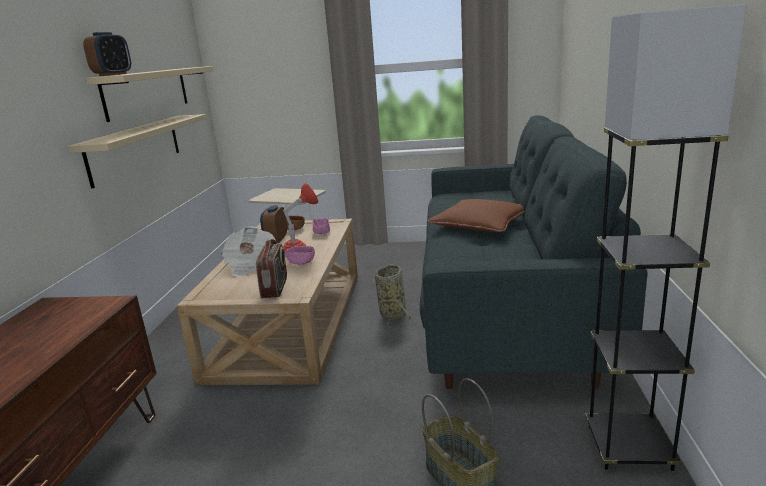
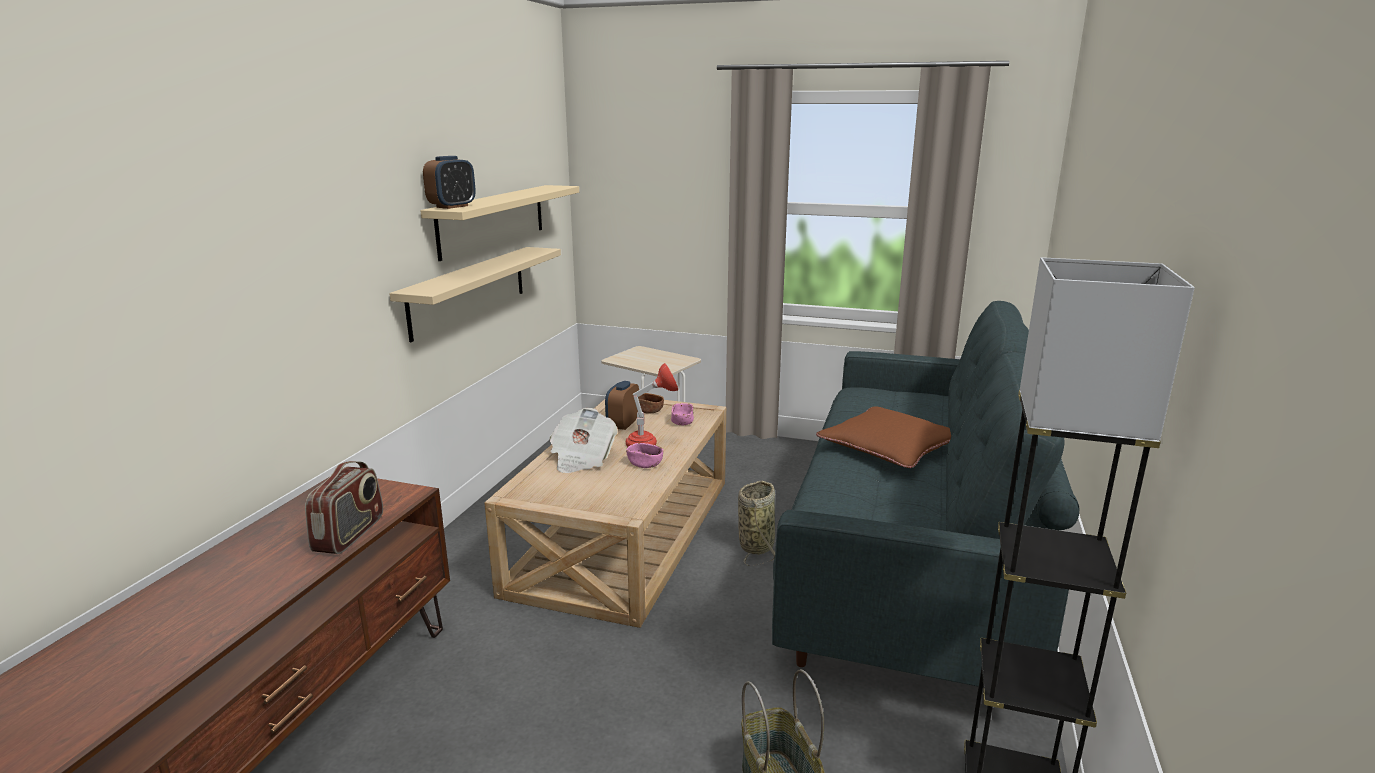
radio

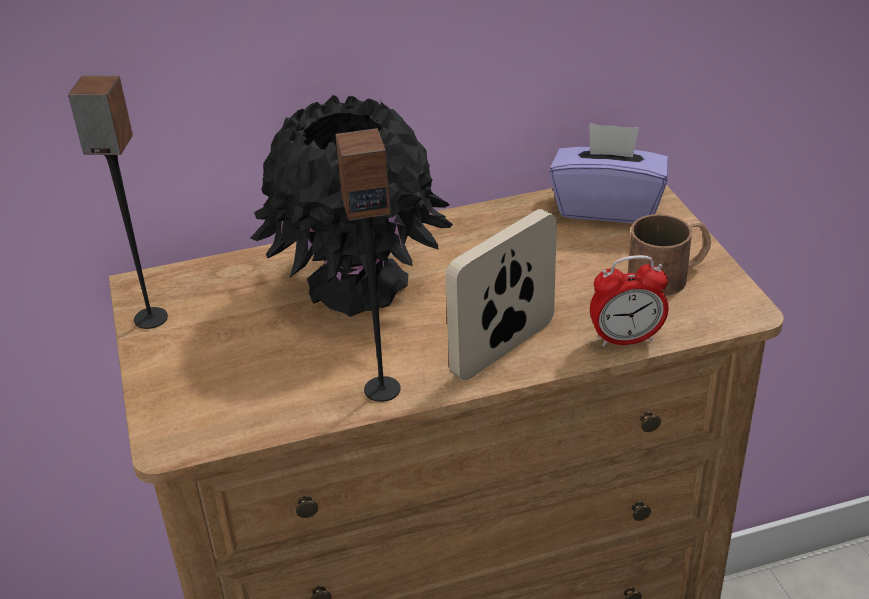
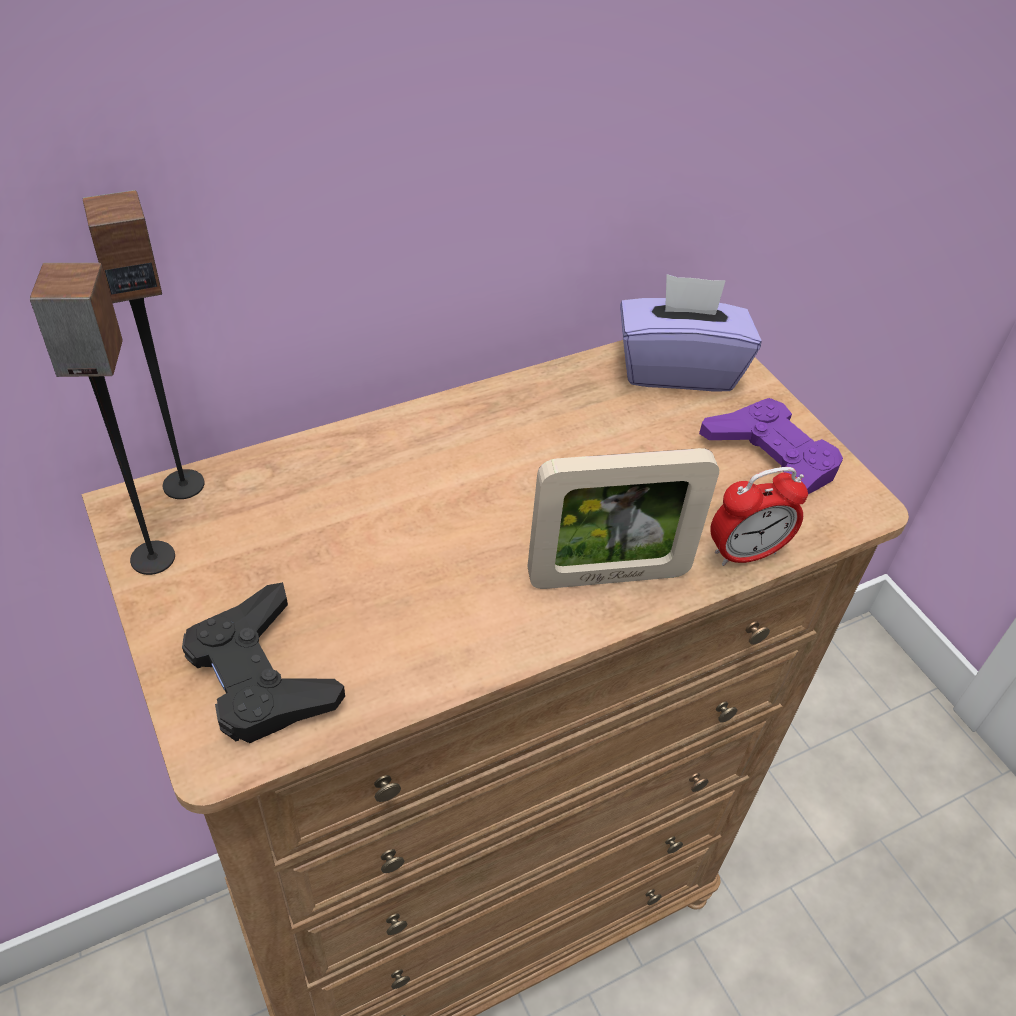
black vase; speaker (2nd from left); picture frame; purple game controller; black game controller

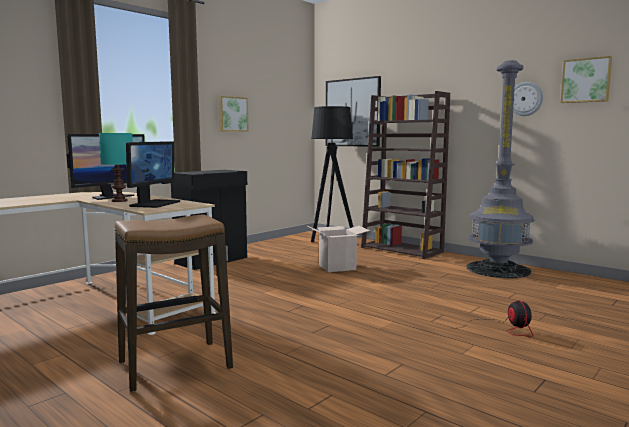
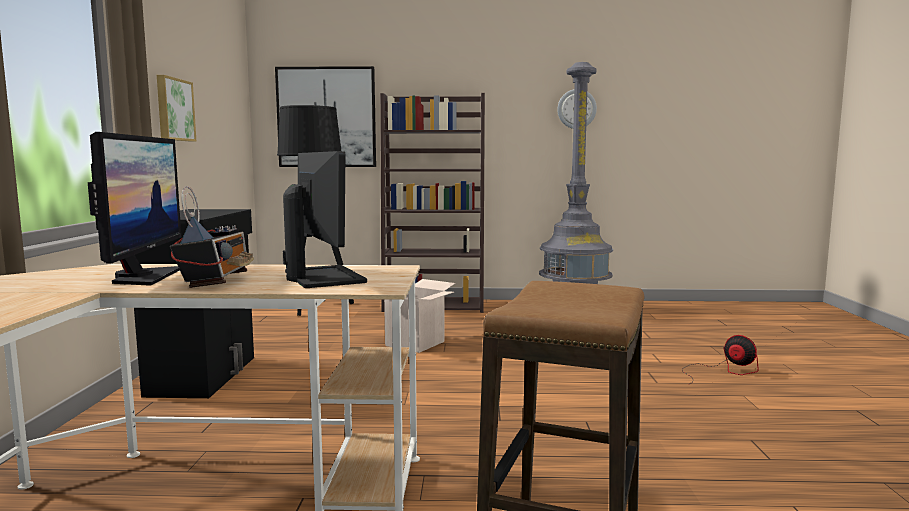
picture (3rd from left in the first image); radio

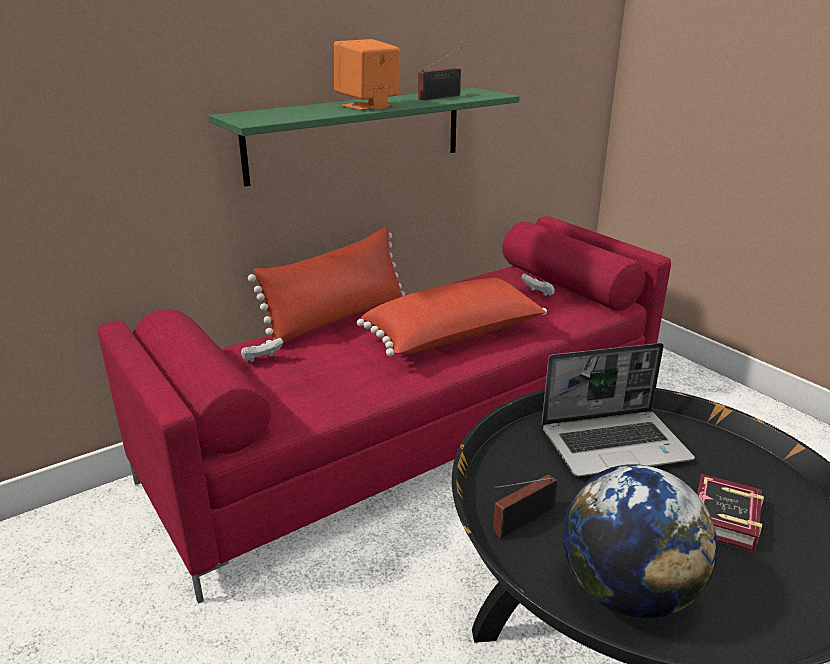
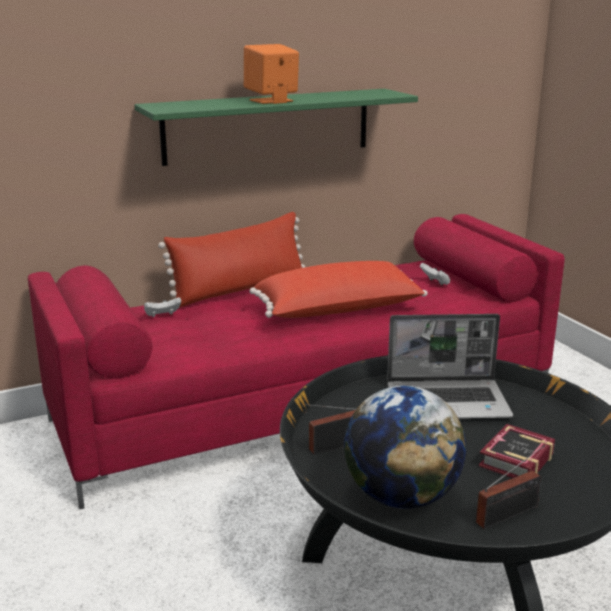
radio (2nd from left)

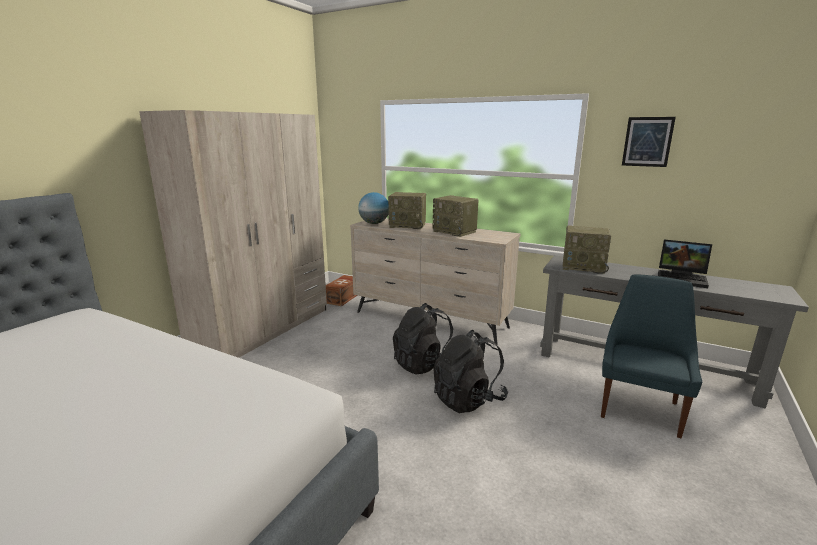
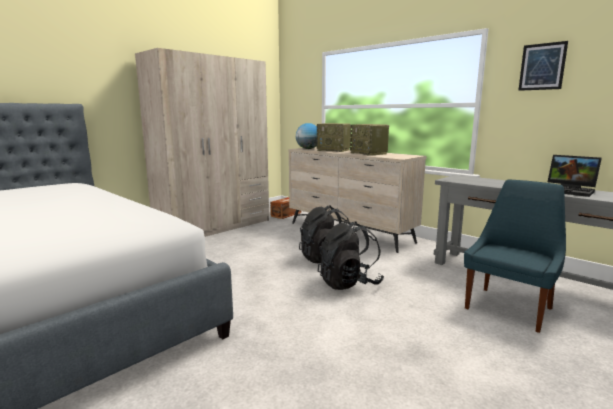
radio (3rd from left in the first image)

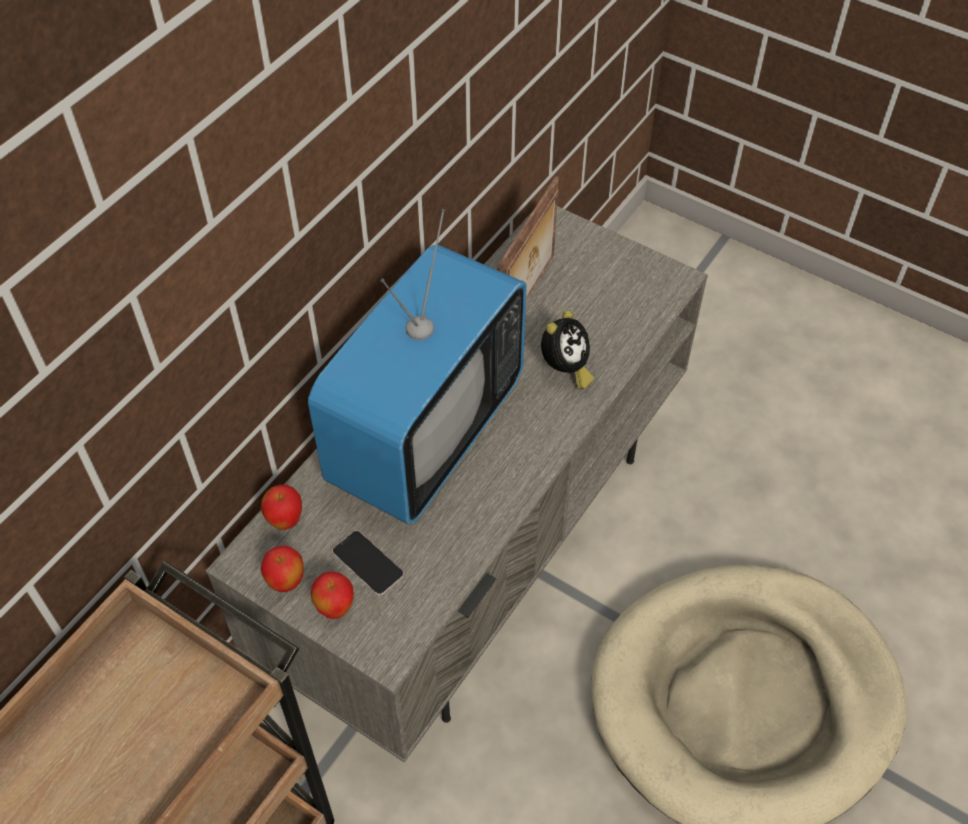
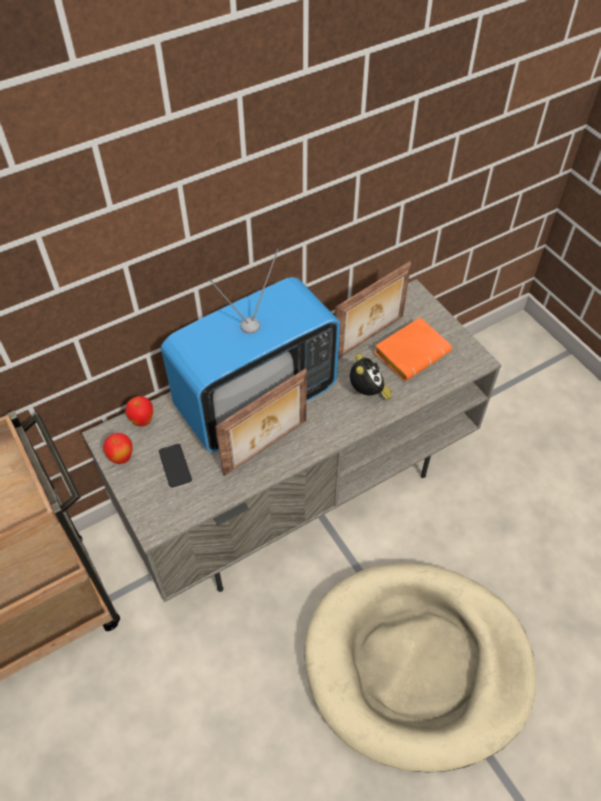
alarm clock; apple (3rd from left in the first image); orange book; picture frame (1st from left)

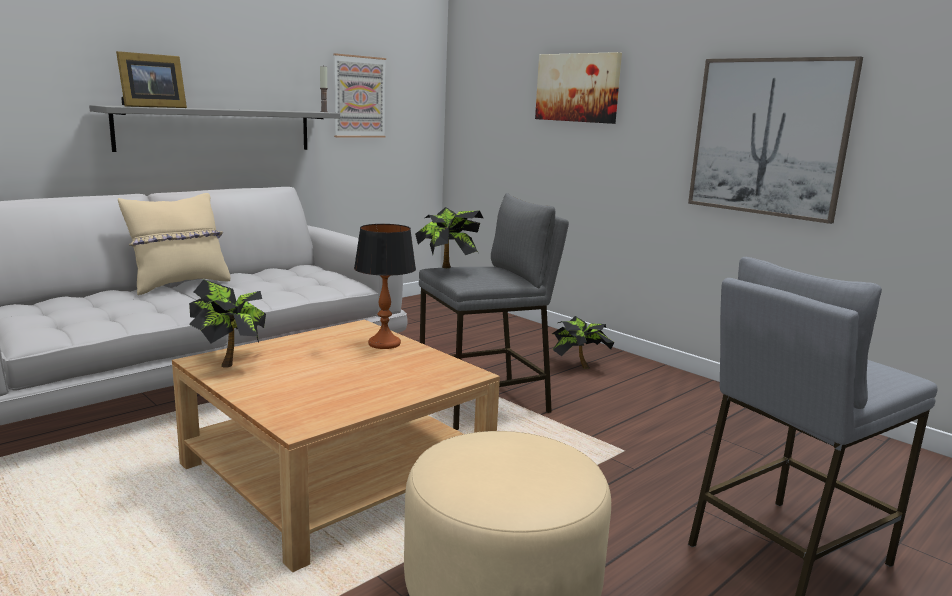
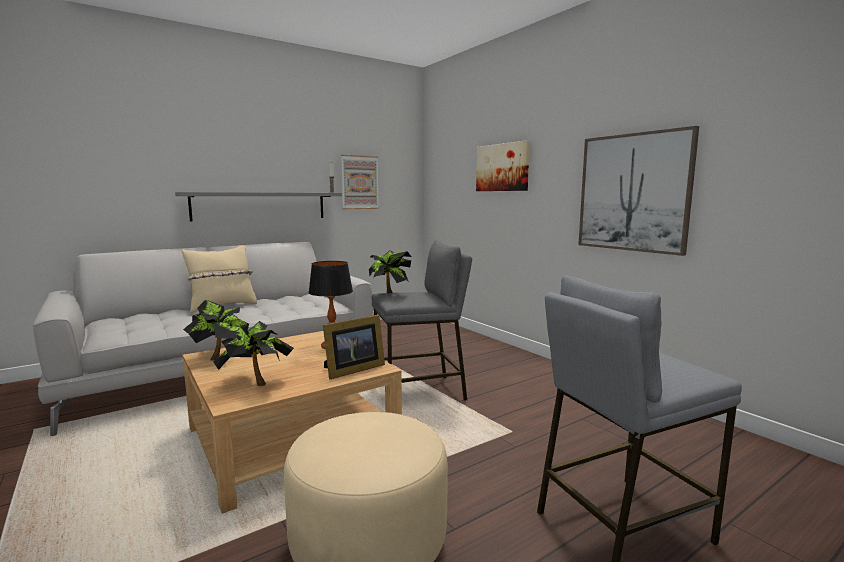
picture frame; potted plant (2nd from left)

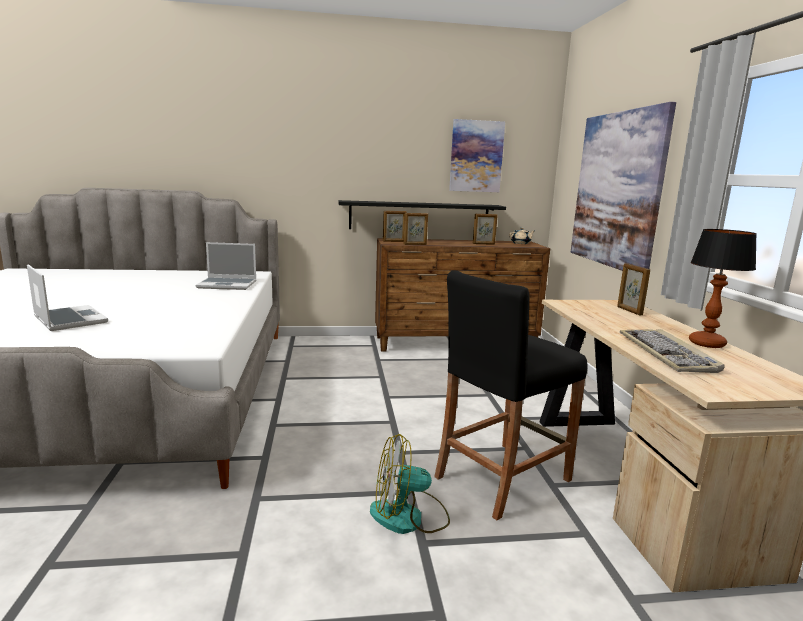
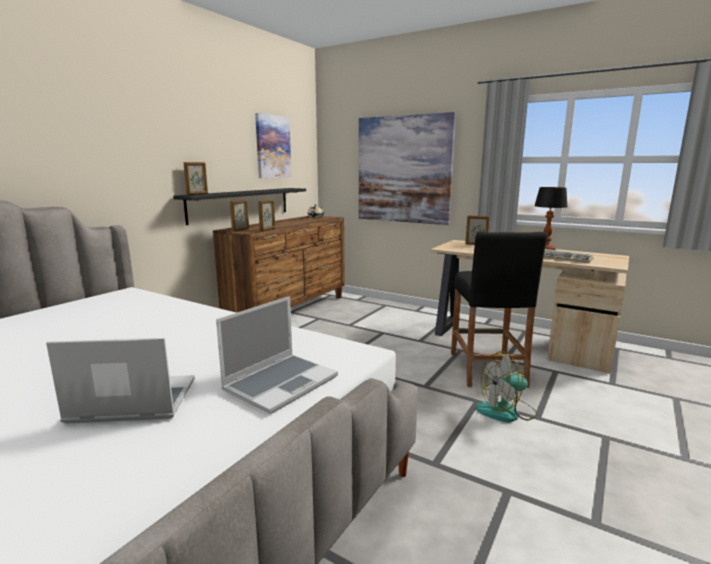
picture frame (1st from left); laptop (2nd from left); fan

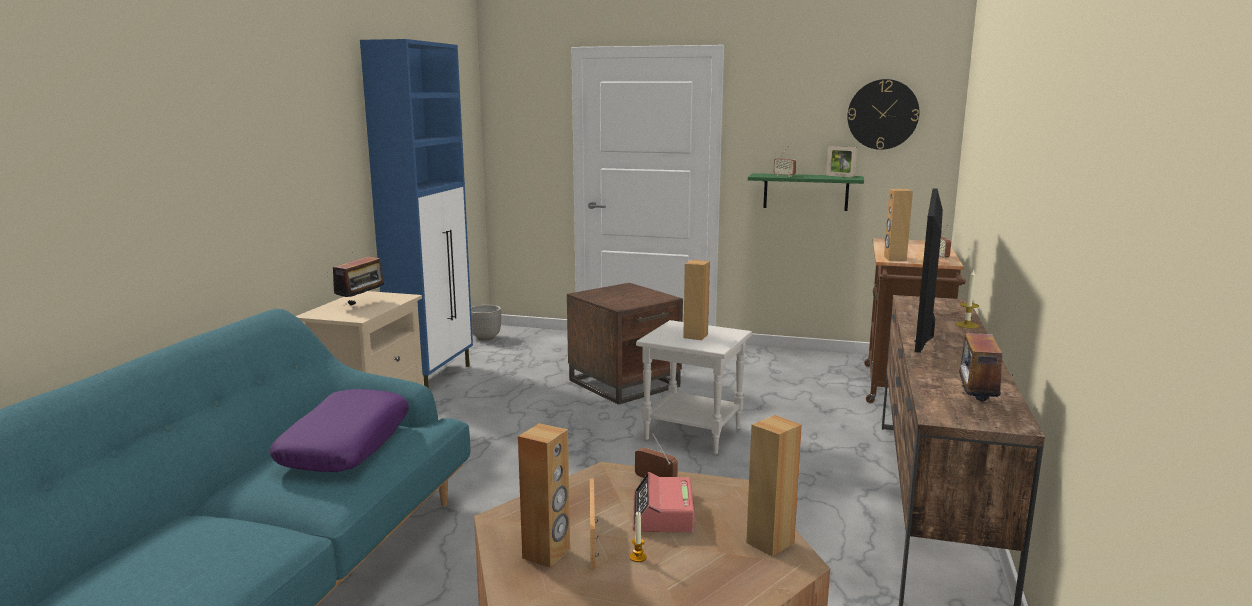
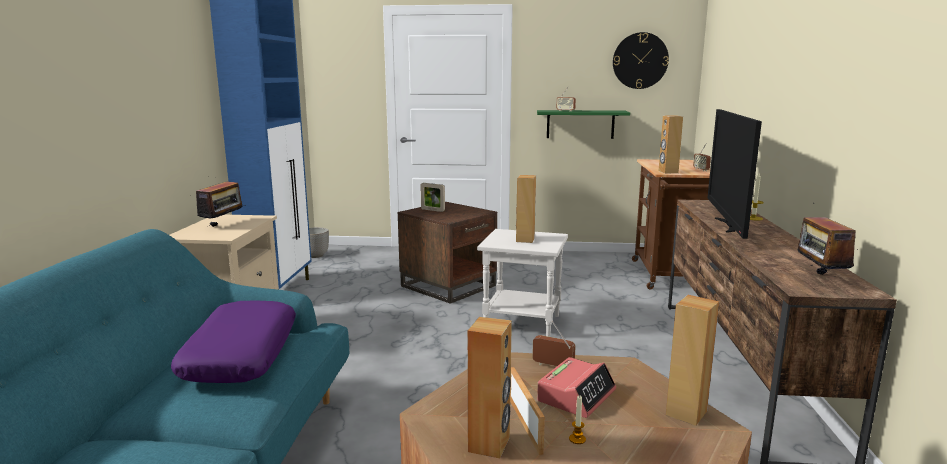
picture frame (1st from left); alarm clock

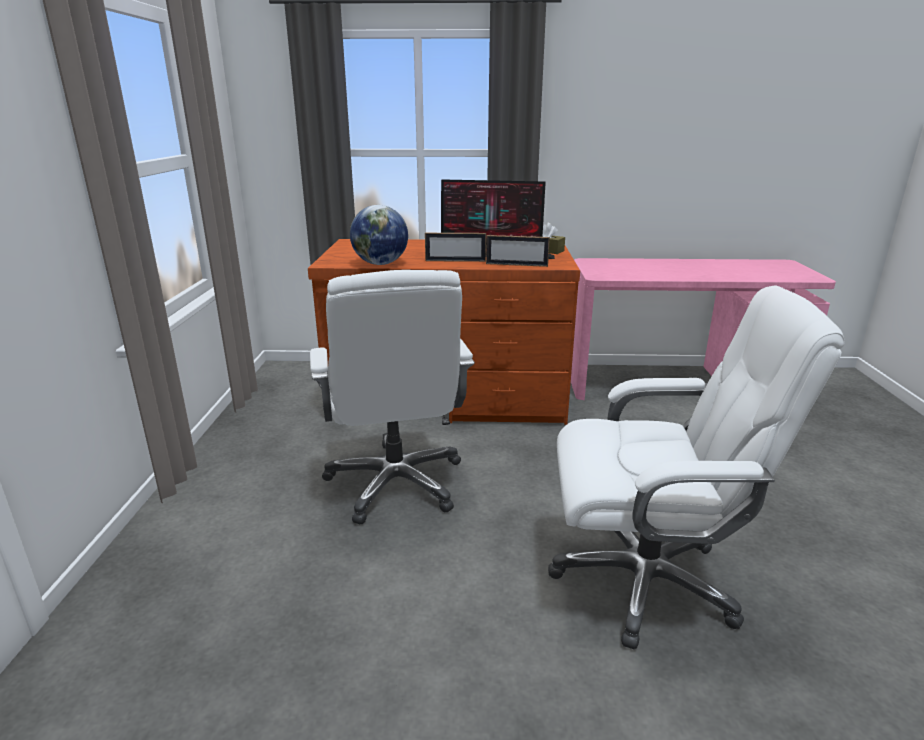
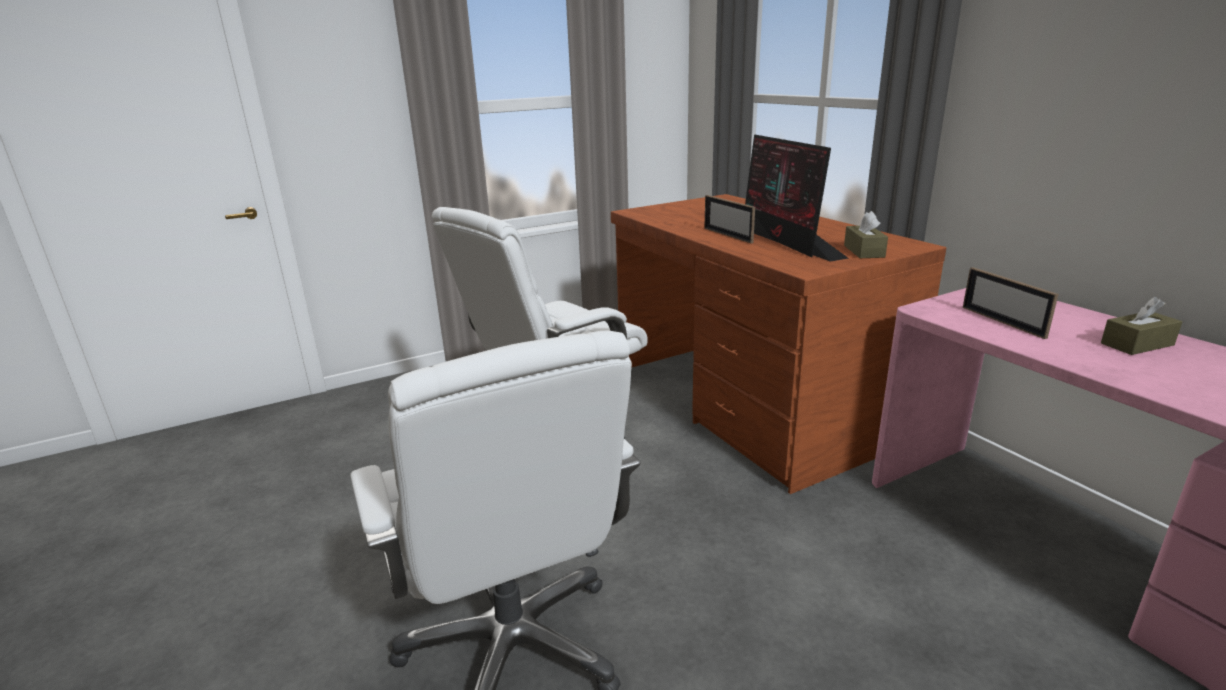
globe; picture frame (2nd from left); brown tissue box (2nd from left)

